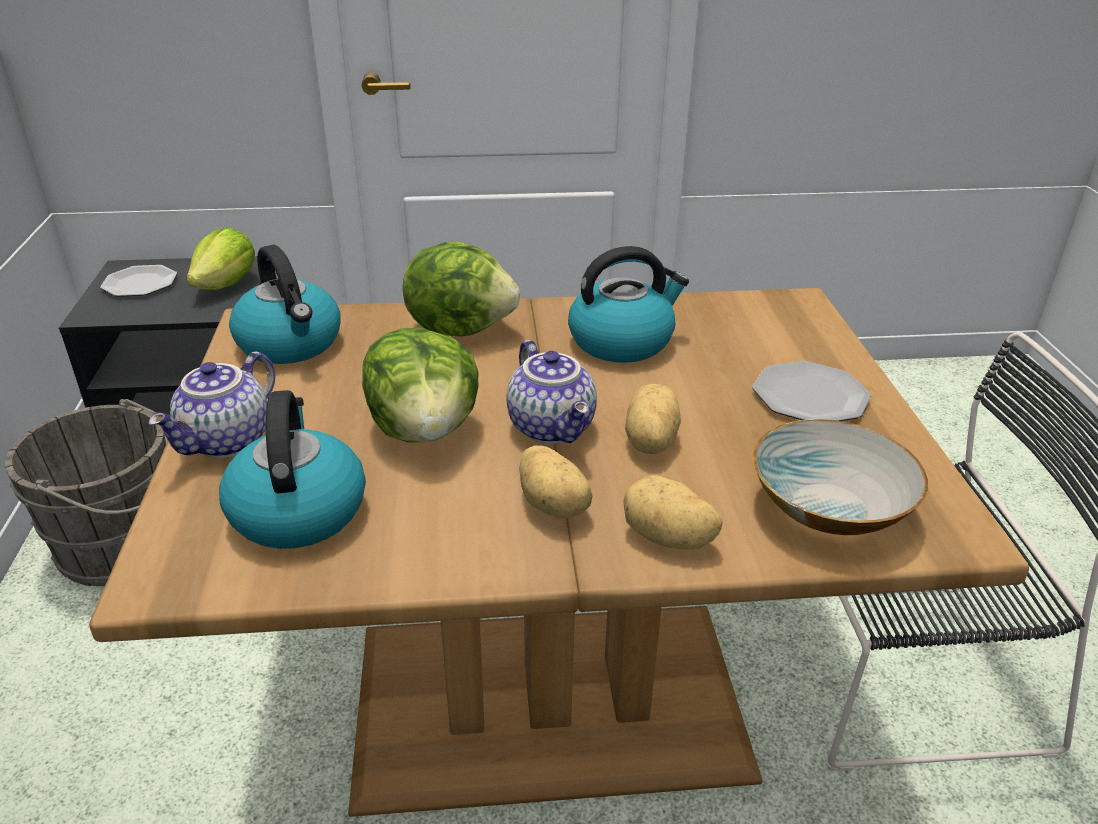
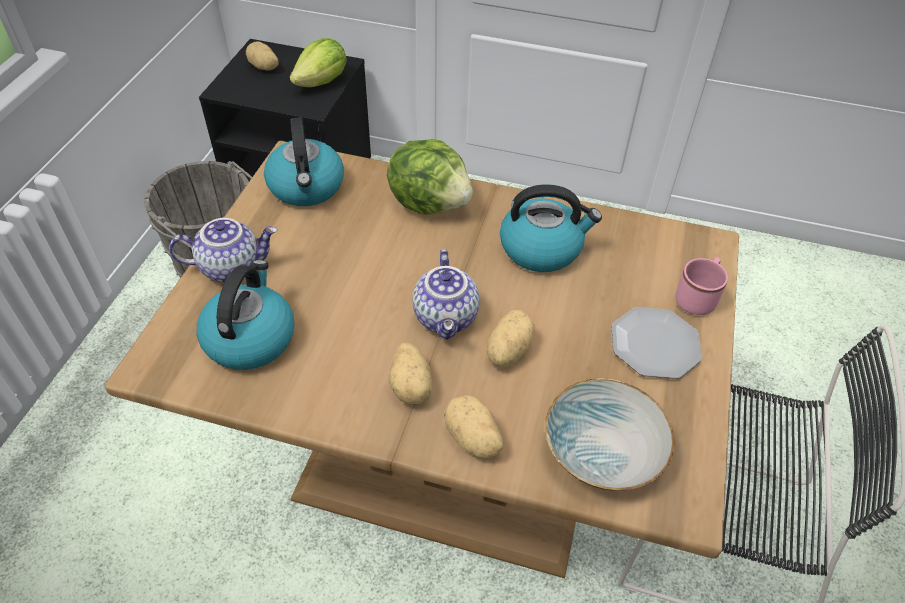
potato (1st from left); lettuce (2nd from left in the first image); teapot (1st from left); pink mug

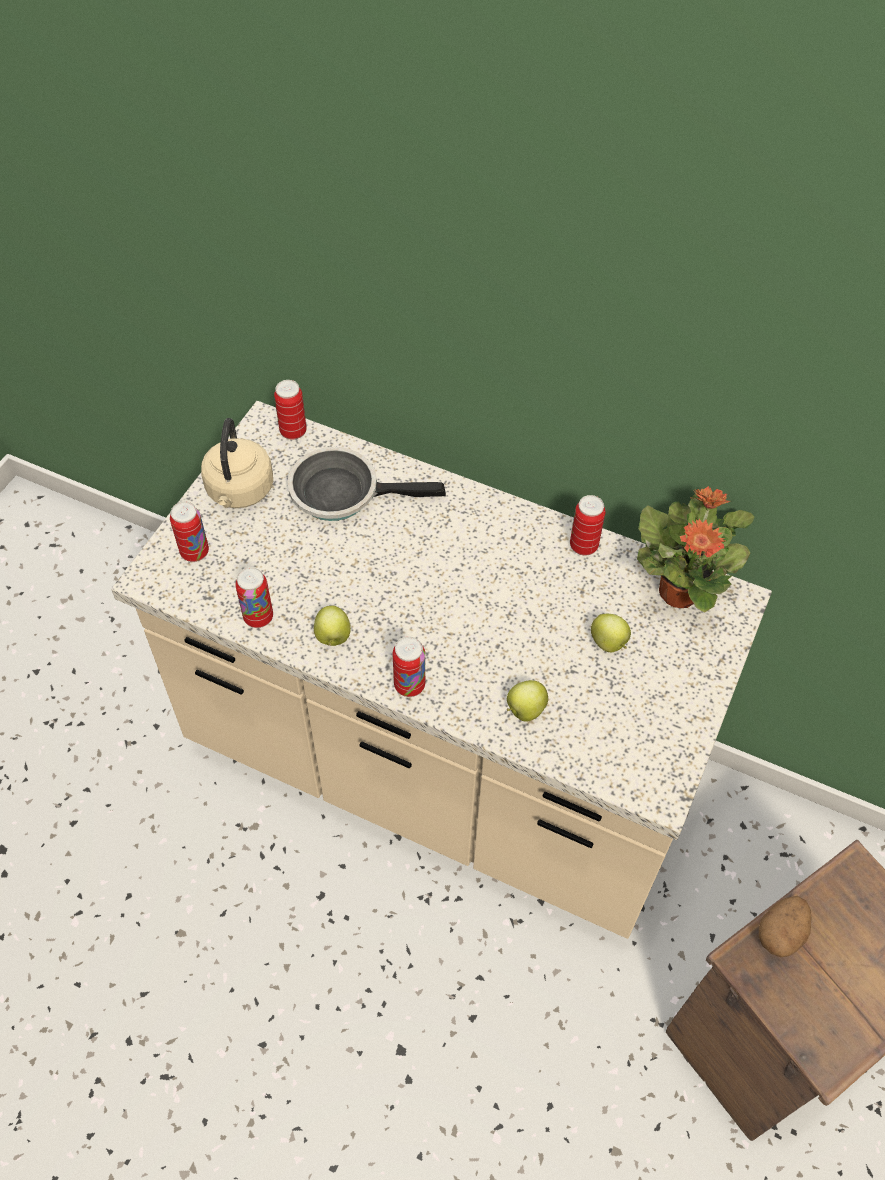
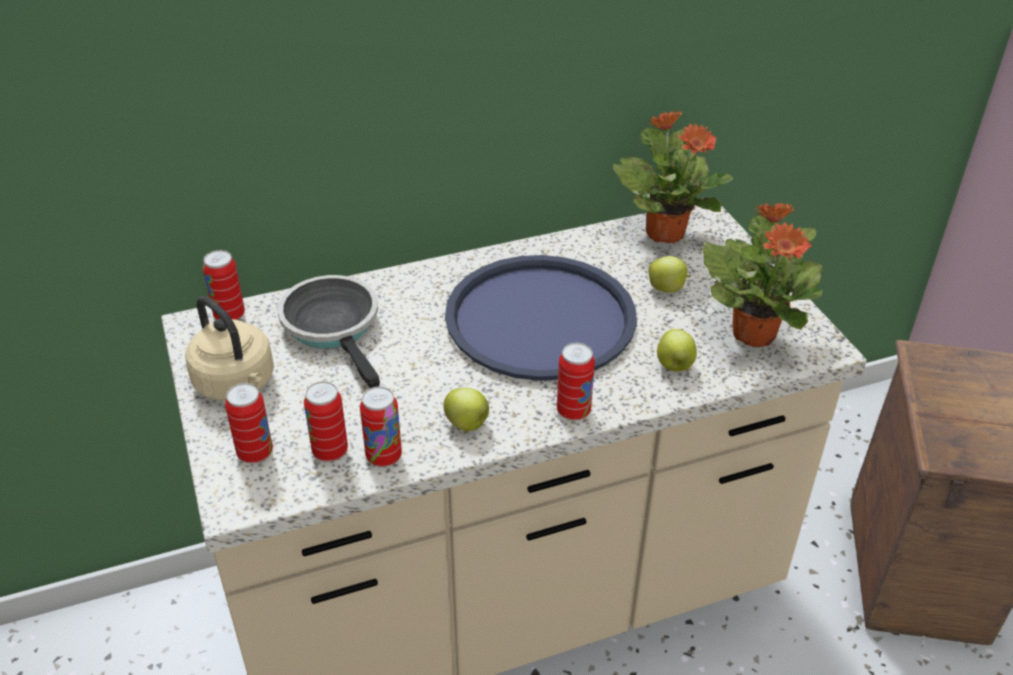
frying pan; can (3rd from left); potato; potted plant (2nd from left); blue tray

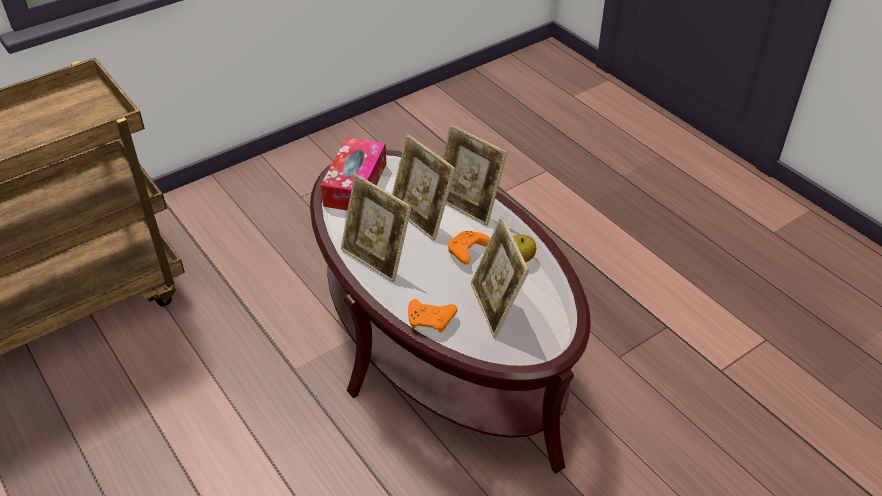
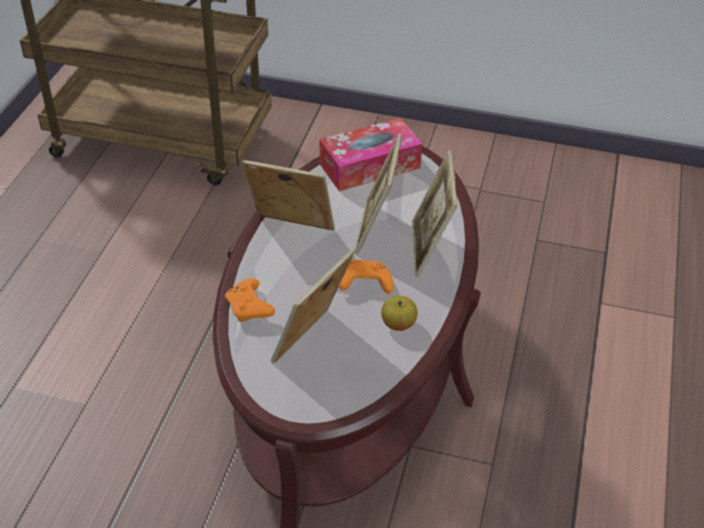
picture frame (1st from left)

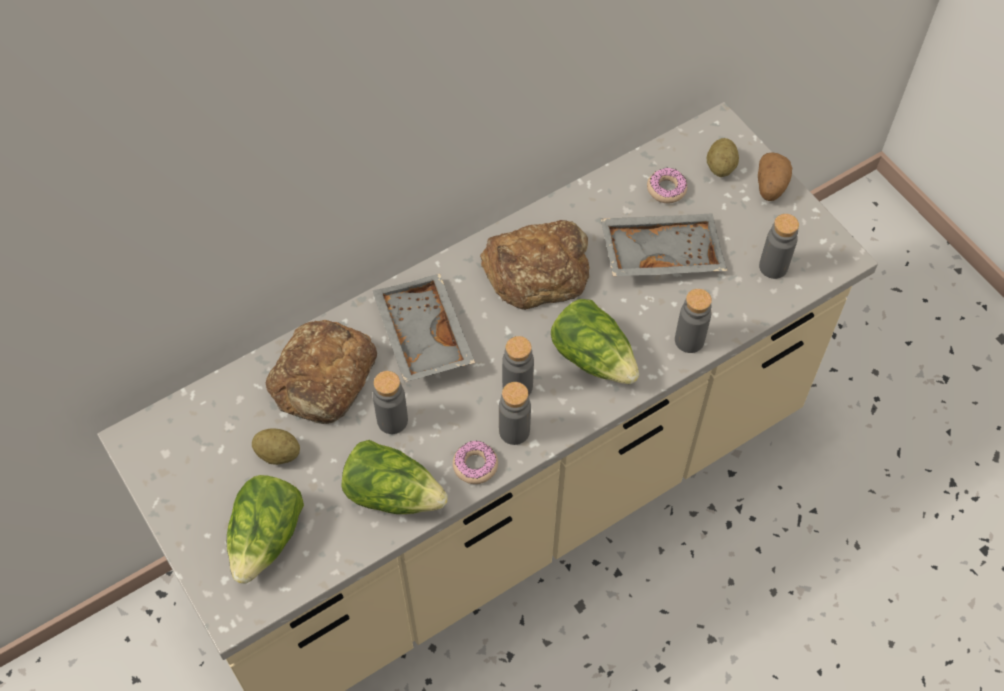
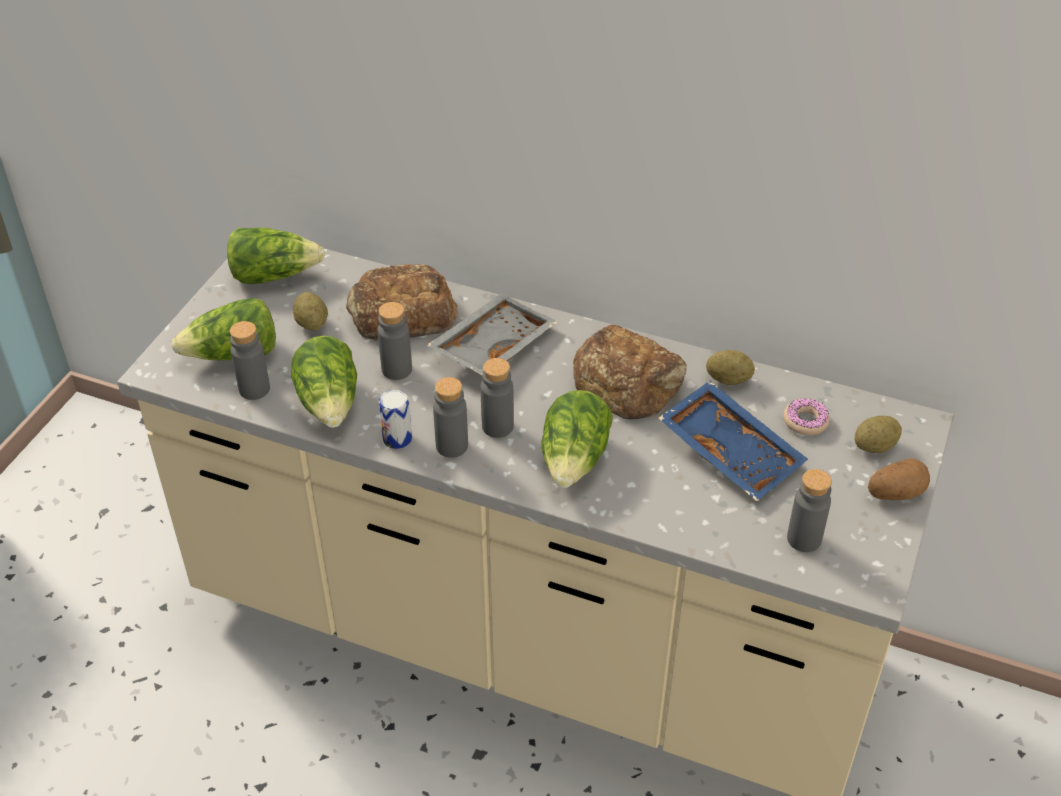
blue tray; grey bottle (1st from left); can; lettuce (2nd from left); potato (2nd from left)

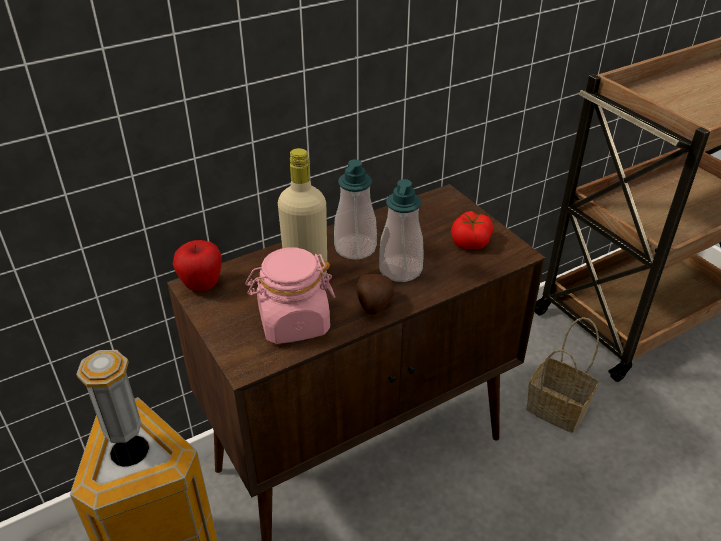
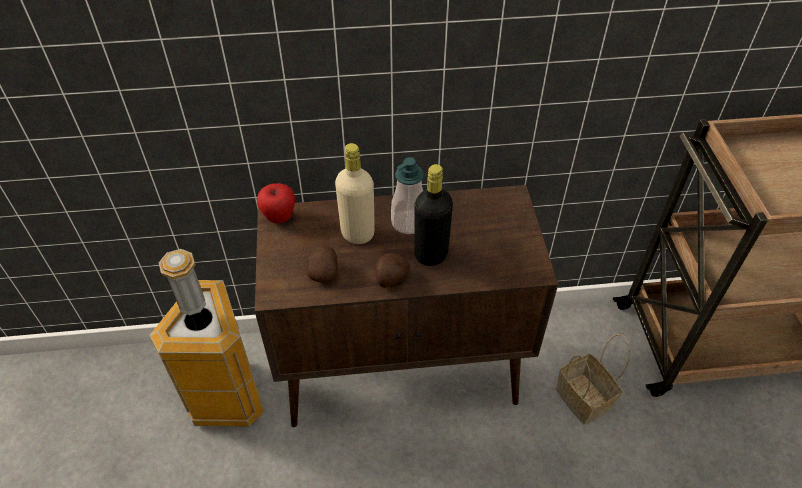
black bottle; tomato; potato (1st from left)

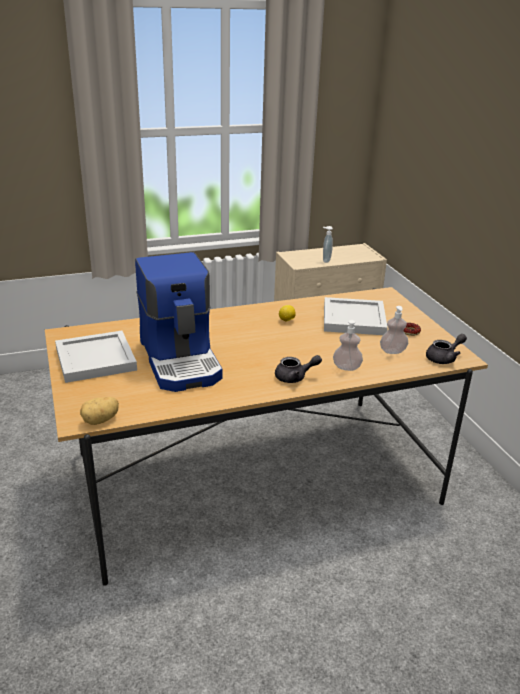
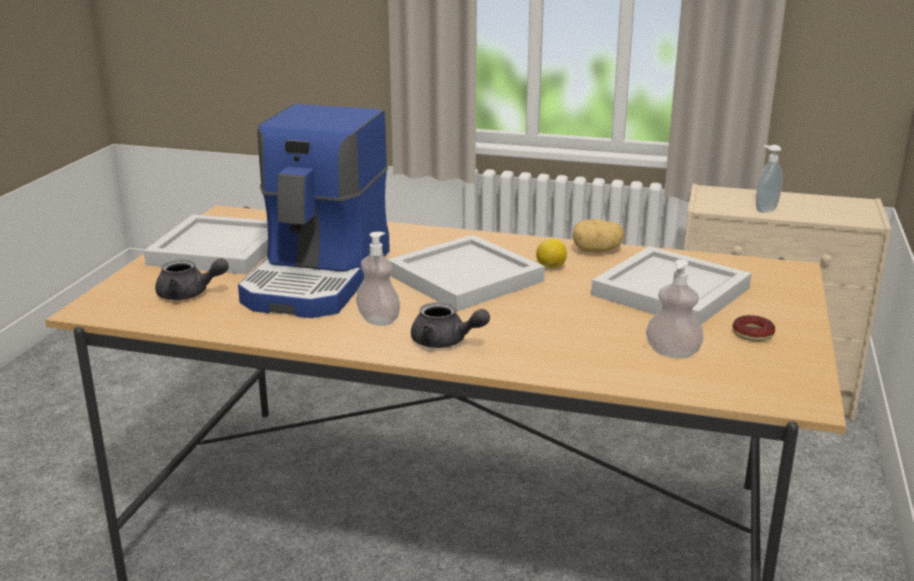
soap dispenser (1st from left); grey teapot (1st from left); potato; white tray (2nd from left)

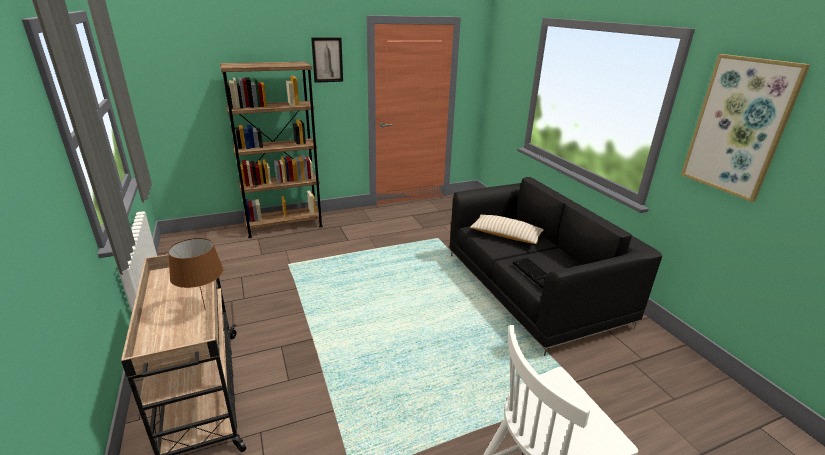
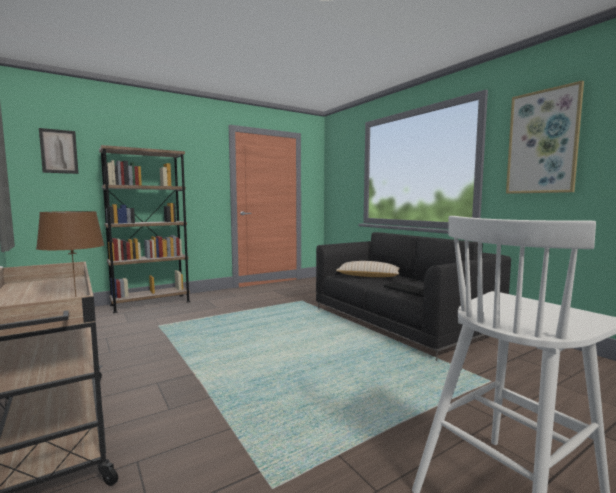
picture (1st from left)

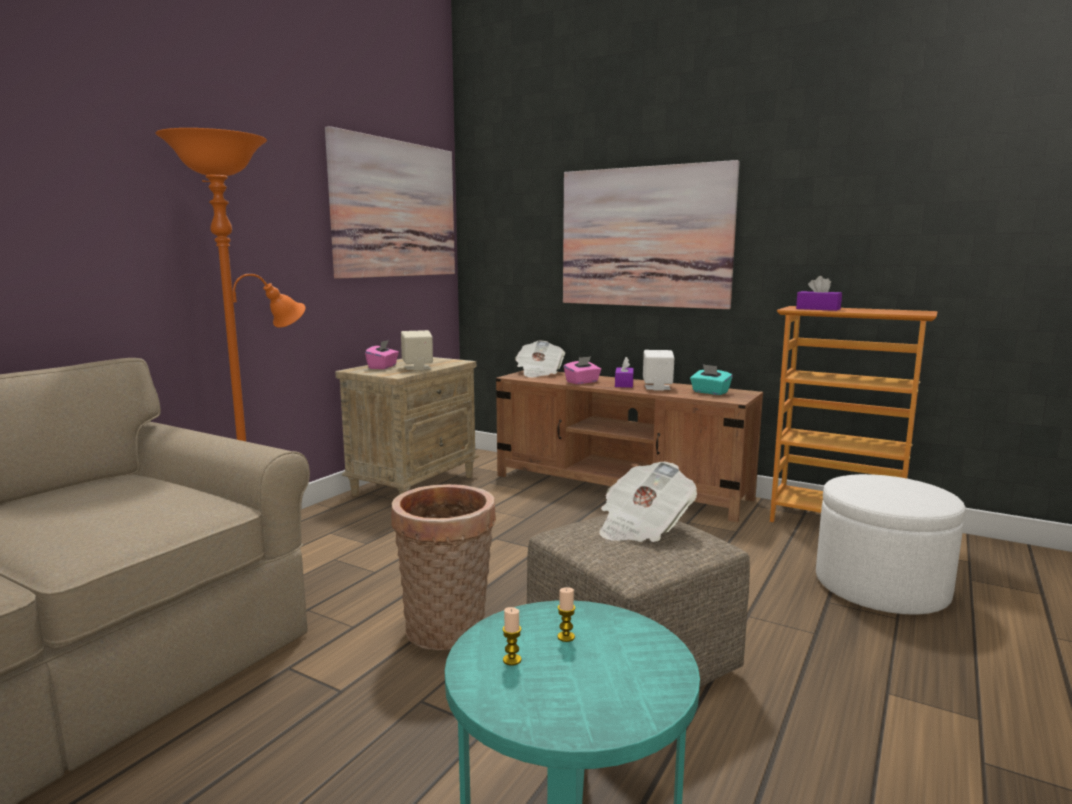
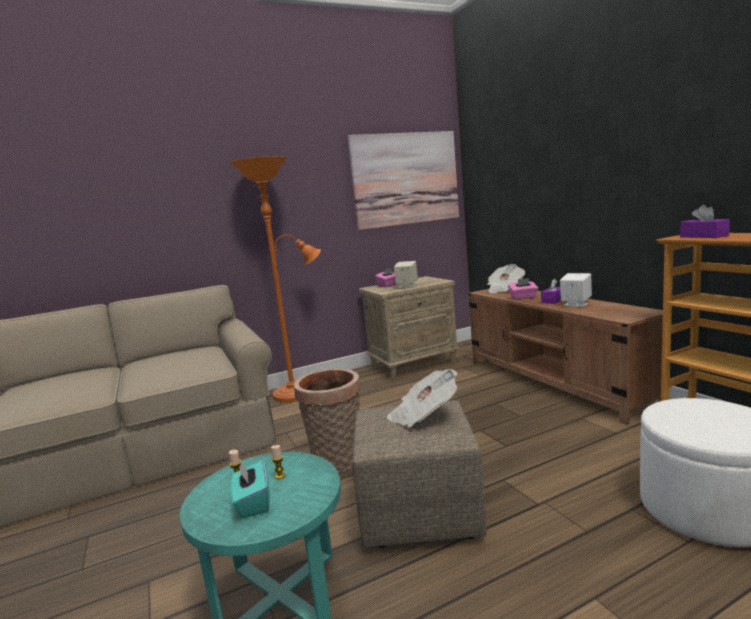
picture (2nd from left in the first image); turquoise tissue box

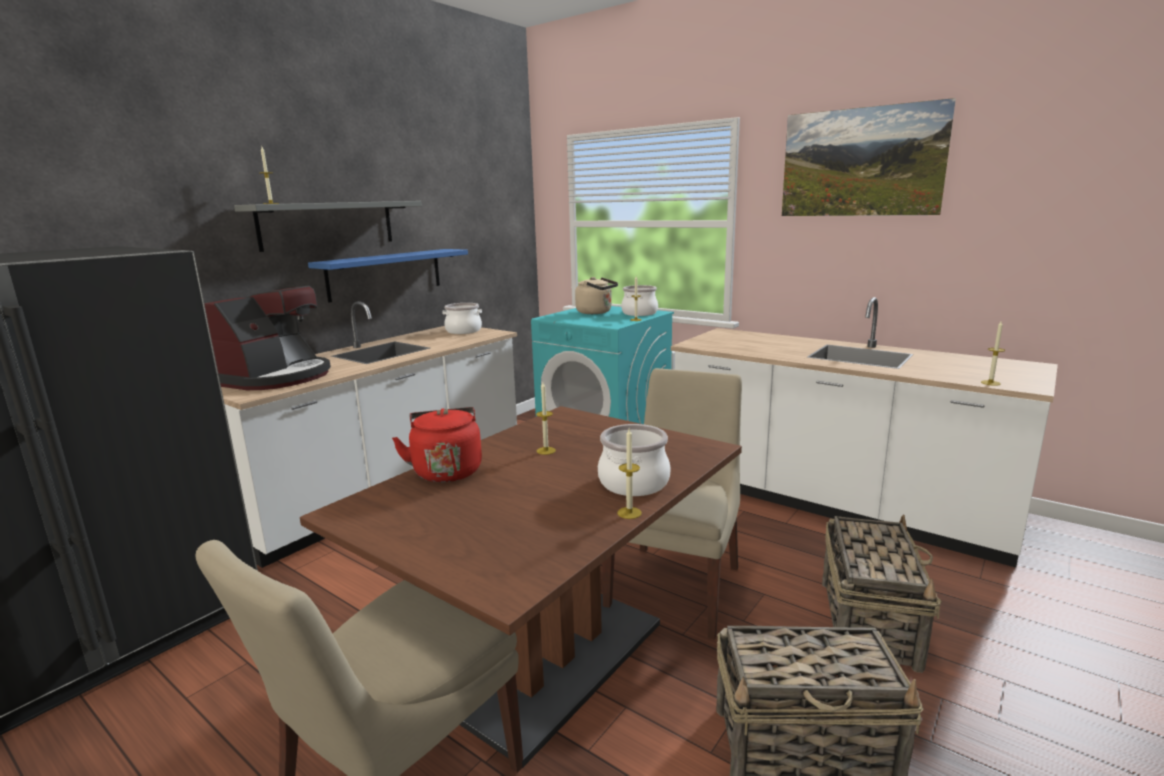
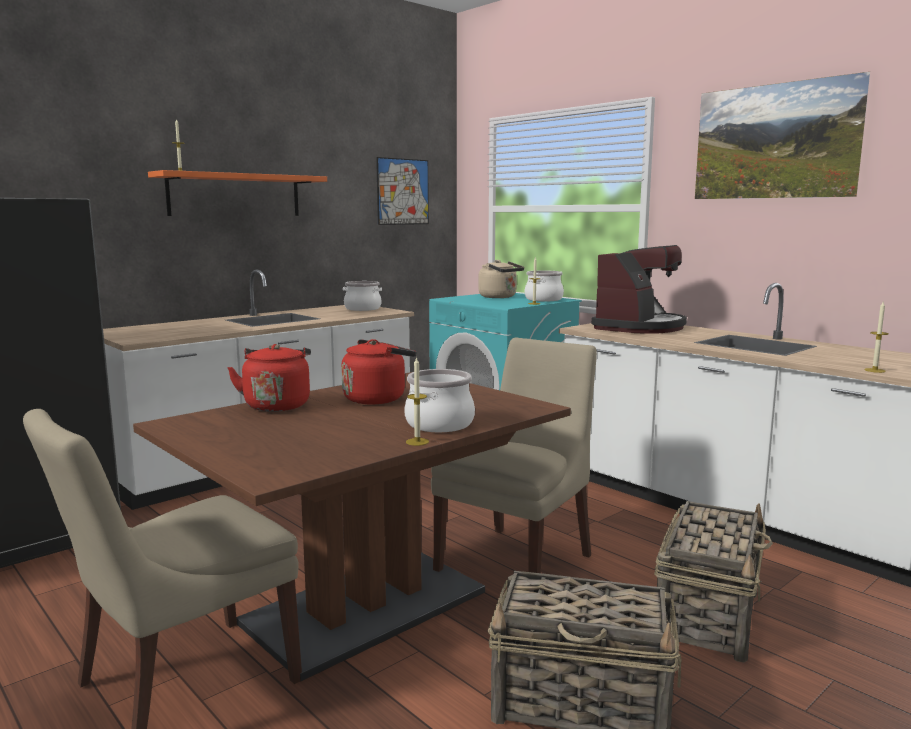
orange shelf; blue shelf; coffee machine; red kettle (2nd from left); picture (1st from left)

